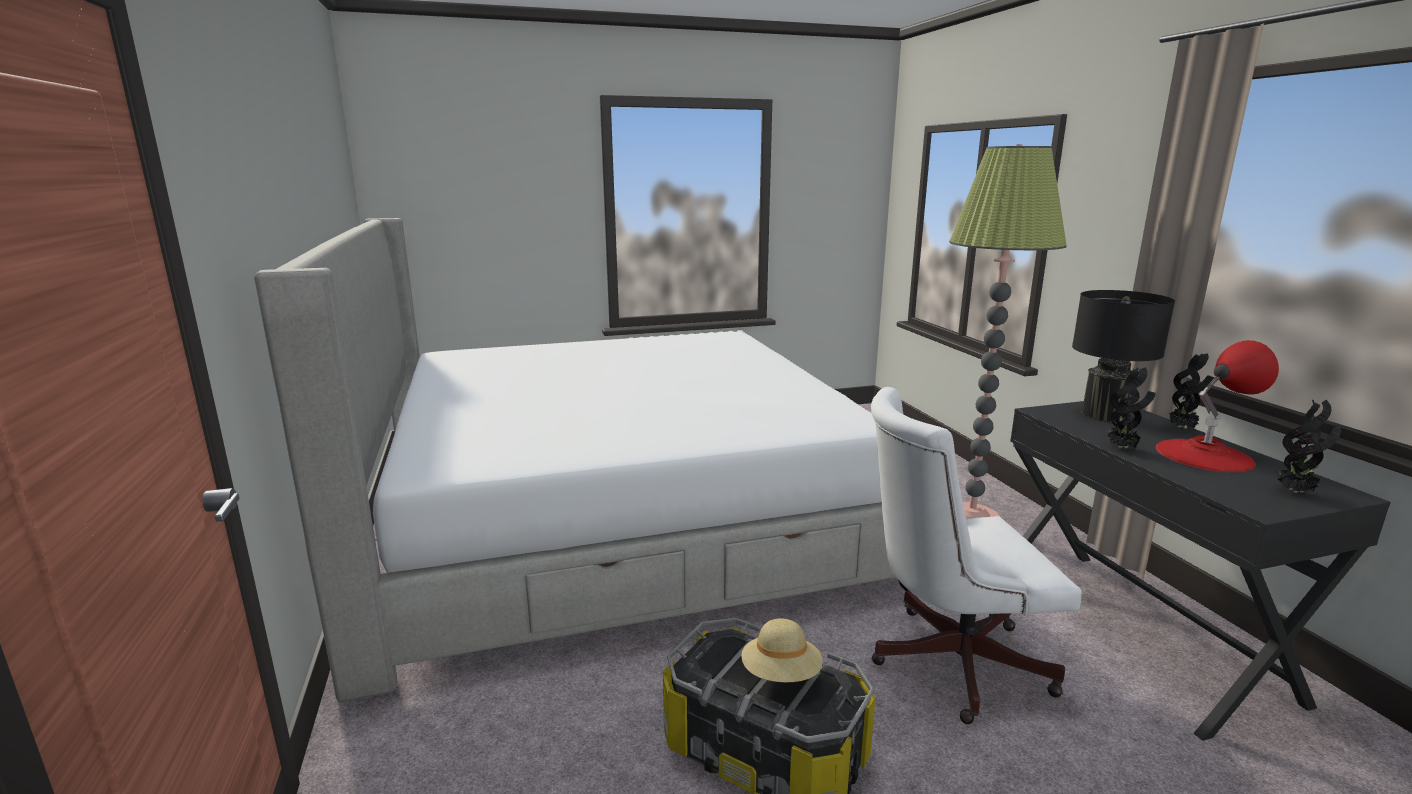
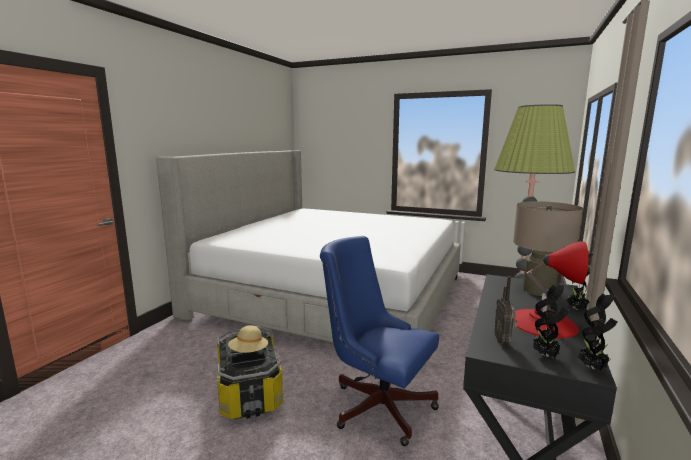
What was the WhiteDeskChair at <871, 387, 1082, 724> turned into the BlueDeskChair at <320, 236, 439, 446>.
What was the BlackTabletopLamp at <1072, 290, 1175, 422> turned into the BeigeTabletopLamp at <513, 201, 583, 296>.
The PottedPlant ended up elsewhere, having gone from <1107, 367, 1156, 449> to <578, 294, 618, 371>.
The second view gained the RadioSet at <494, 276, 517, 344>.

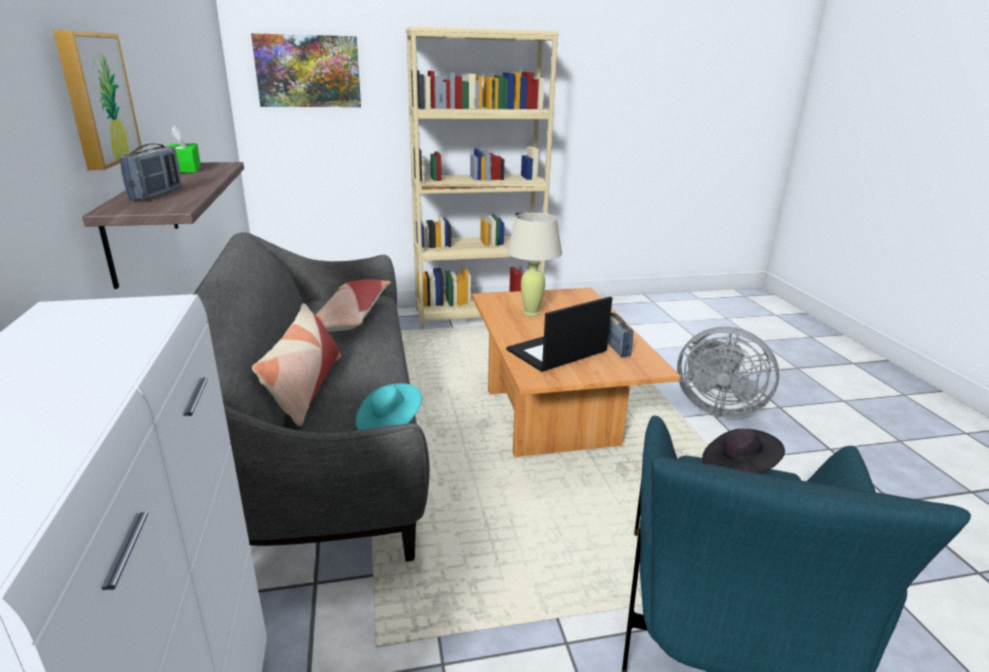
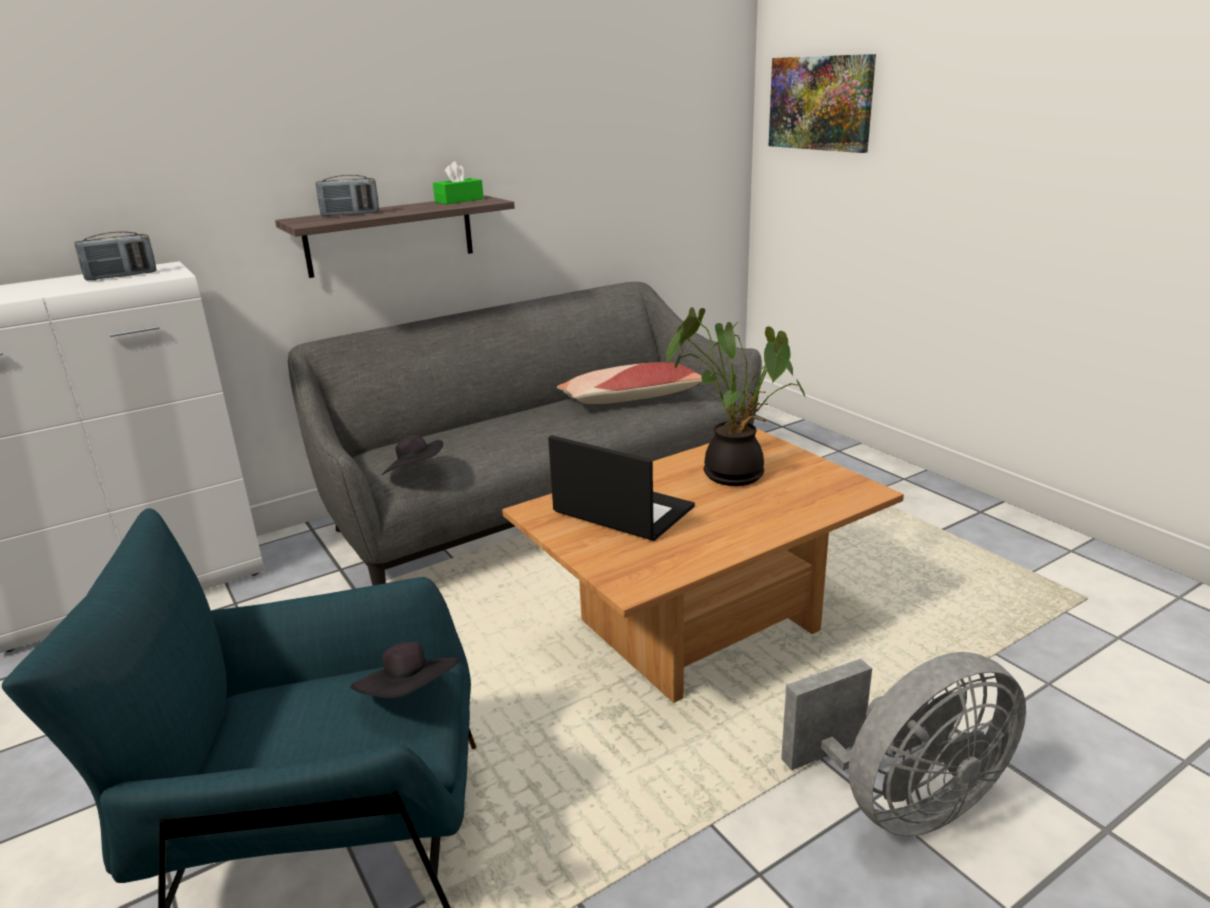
The second view lost the Picture at <53, 30, 142, 170>.
The second view lost the Pillow at <252, 303, 341, 426>.
What was the BlueGreenClothingHat at <356, 383, 422, 430> turned into the BlackClothingHat at <382, 435, 443, 475>.
The second view lost the BeigeShelvingUnit at <406, 26, 559, 328>.
Where the BeigeTabletopLamp stood at <507, 213, 562, 316>, the PottedPlant came to stand at <667, 307, 806, 486>.
The RadioSet ended up elsewhere, having gone from <608, 312, 634, 357> to <74, 232, 156, 281>.
The GreyishCoolingFan at <677, 327, 779, 418> ended up facing another way, 120 degrees counterclockwise from before.

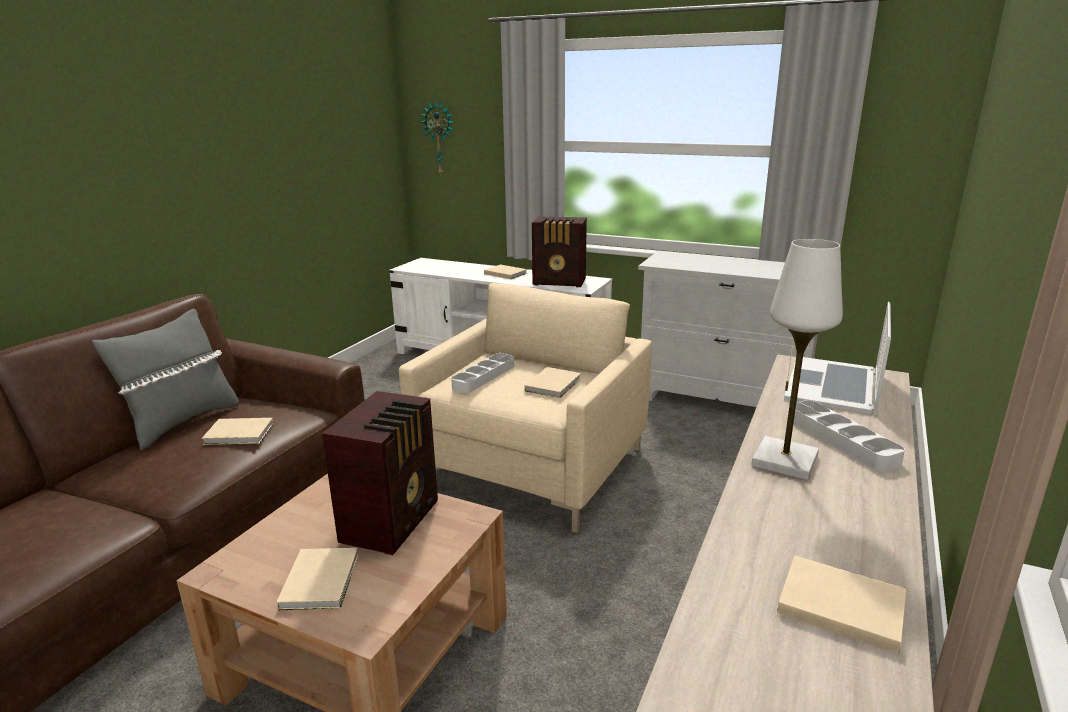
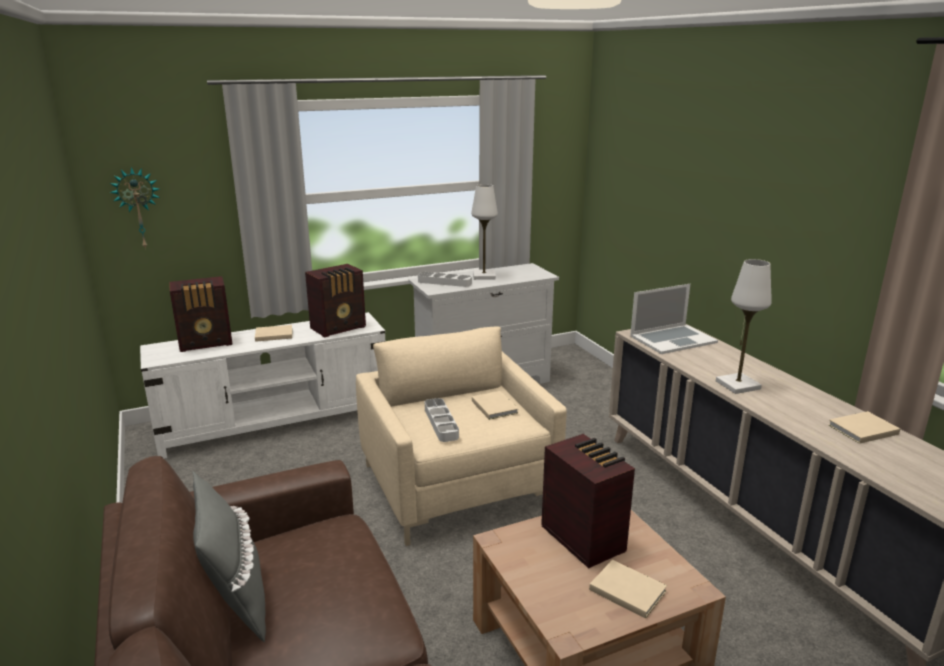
The second view lost the BeigeBook at <202, 418, 274, 445>.
The NotebookComputer at <784, 302, 891, 415> ended up facing another way, 90 degrees counterclockwise from before.
The GreyishCarryingTray ended up elsewhere, having gone from <793, 400, 905, 471> to <418, 272, 472, 287>.
The second view gained the RadioSet at <169, 276, 232, 352>.
The second view gained the WhiteTabletopLamp at <471, 184, 498, 280>.

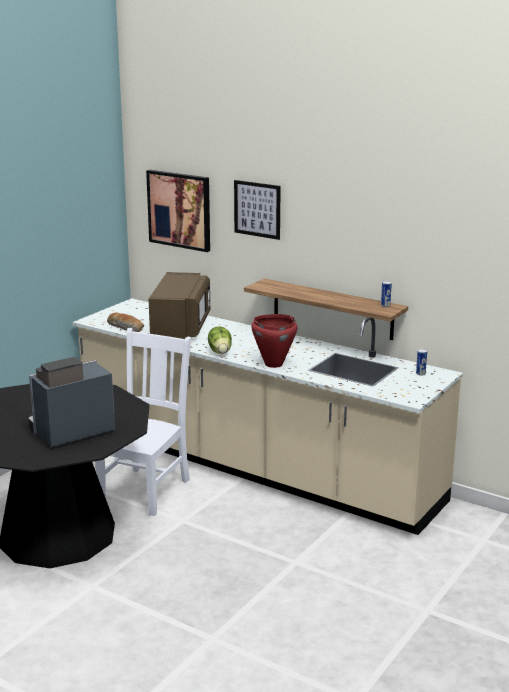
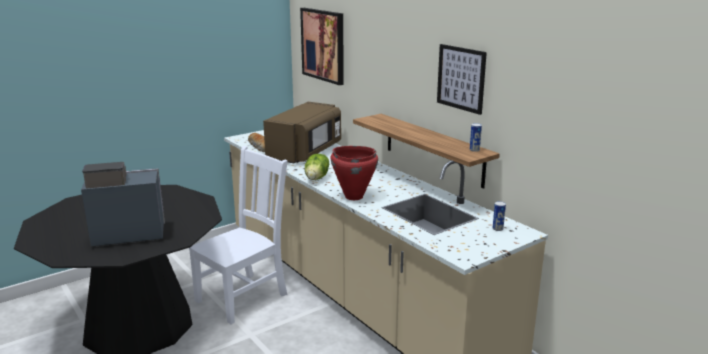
The Picture ended up elsewhere, having gone from <234, 180, 281, 240> to <437, 44, 487, 115>.

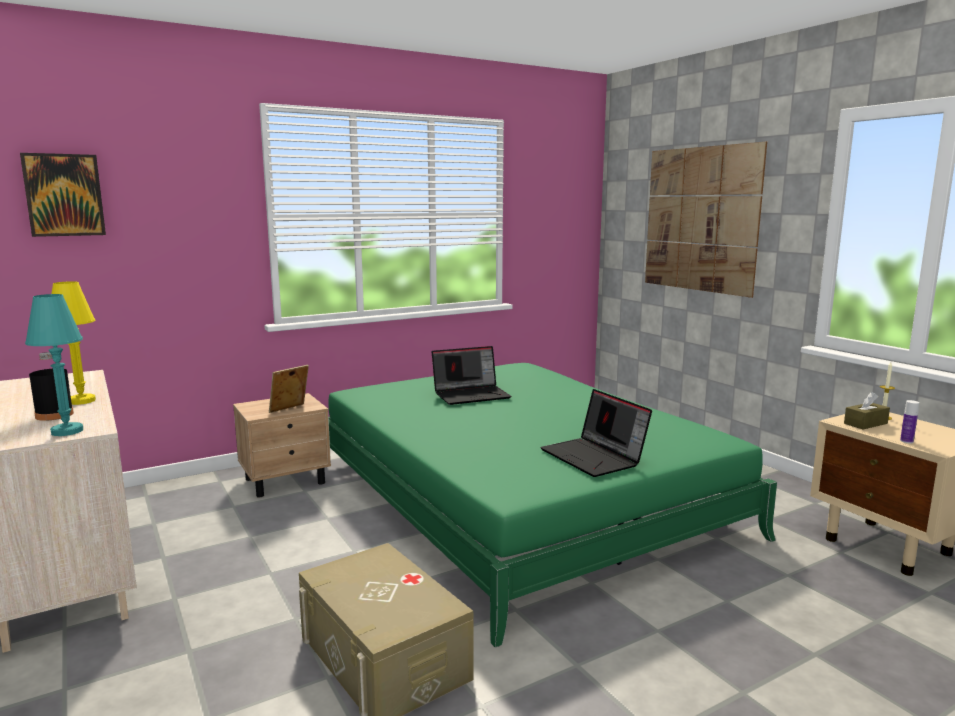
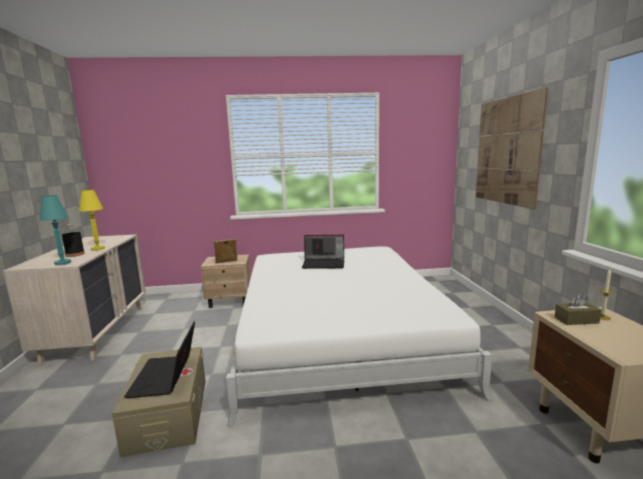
The second view lost the Picture at <20, 153, 106, 237>.
What was the GreenishBedroomBed at <328, 363, 777, 648> turned into the WhiteBedroomBed at <226, 247, 492, 427>.
The NotebookComputer ended up elsewhere, having gone from <540, 389, 652, 477> to <124, 321, 195, 398>.
The second view lost the DrinkBottle at <900, 400, 919, 443>.

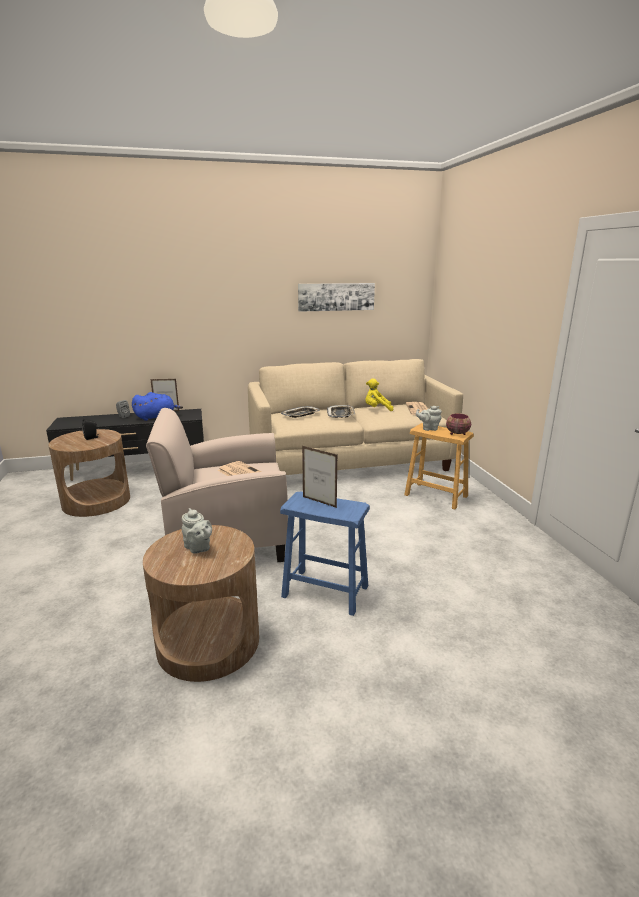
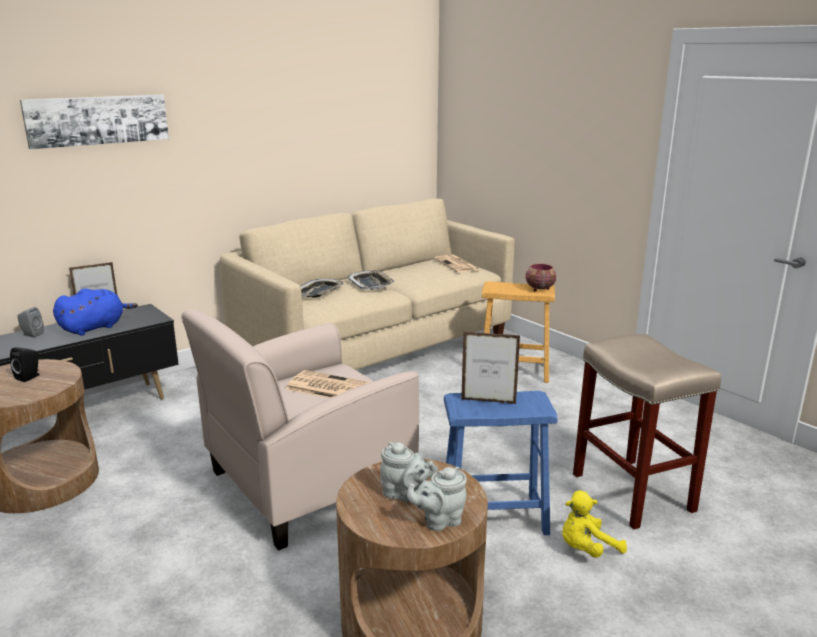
The Picture ended up elsewhere, having gone from <298, 283, 375, 312> to <20, 95, 169, 149>.
The YellowishCuddlyToy ended up elsewhere, having gone from <365, 378, 393, 411> to <562, 490, 627, 558>.
The GreyishPotForTea ended up elsewhere, having gone from <416, 406, 442, 431> to <407, 467, 467, 531>.
The second view gained the BeigeStoolSeat at <573, 334, 721, 530>.

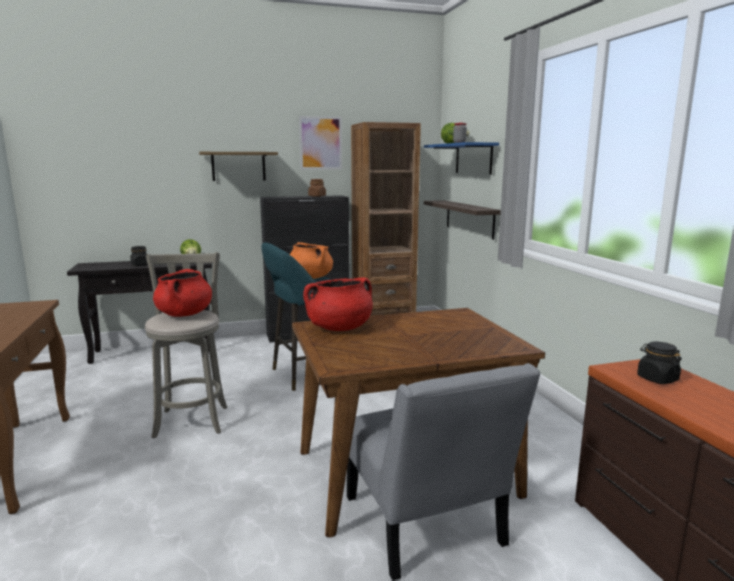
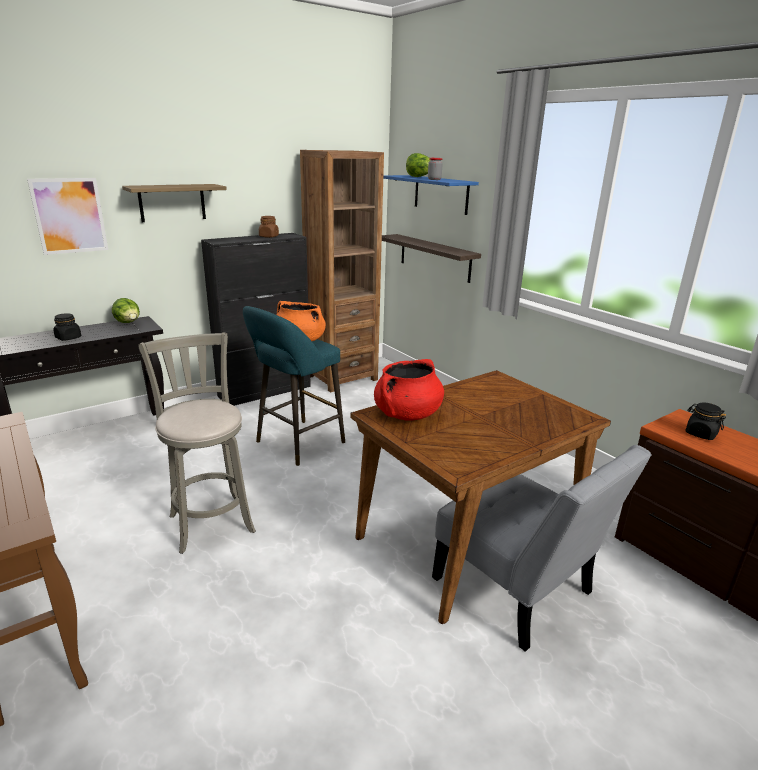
The second view lost the RedCookingPot at <153, 269, 212, 317>.
The Picture ended up elsewhere, having gone from <299, 116, 342, 170> to <27, 178, 108, 255>.

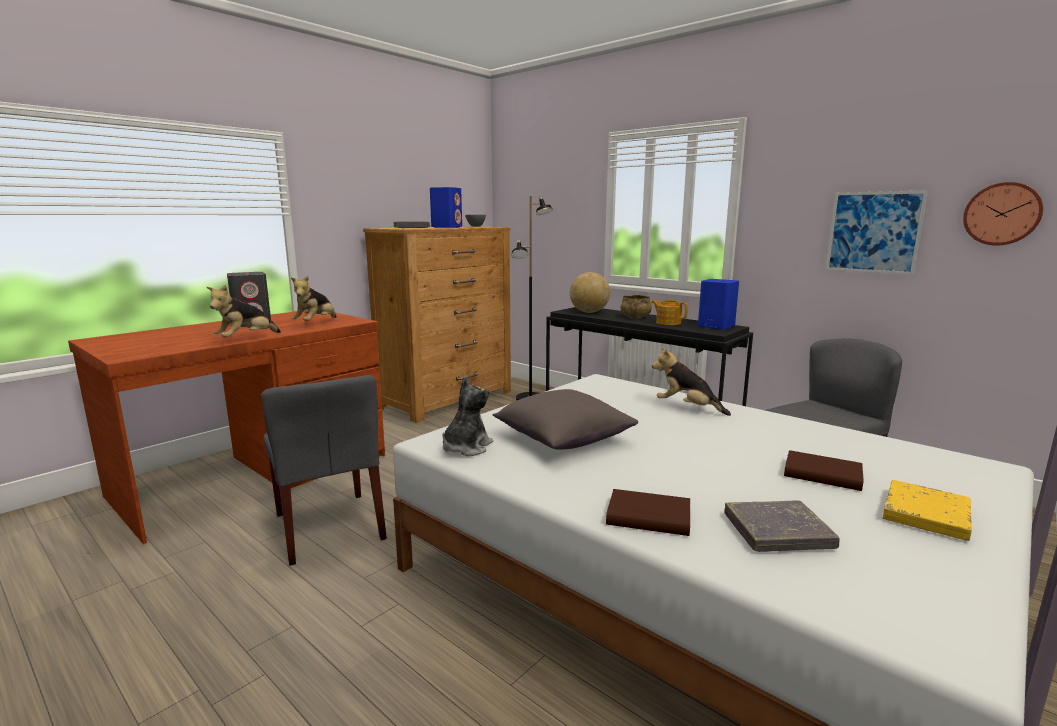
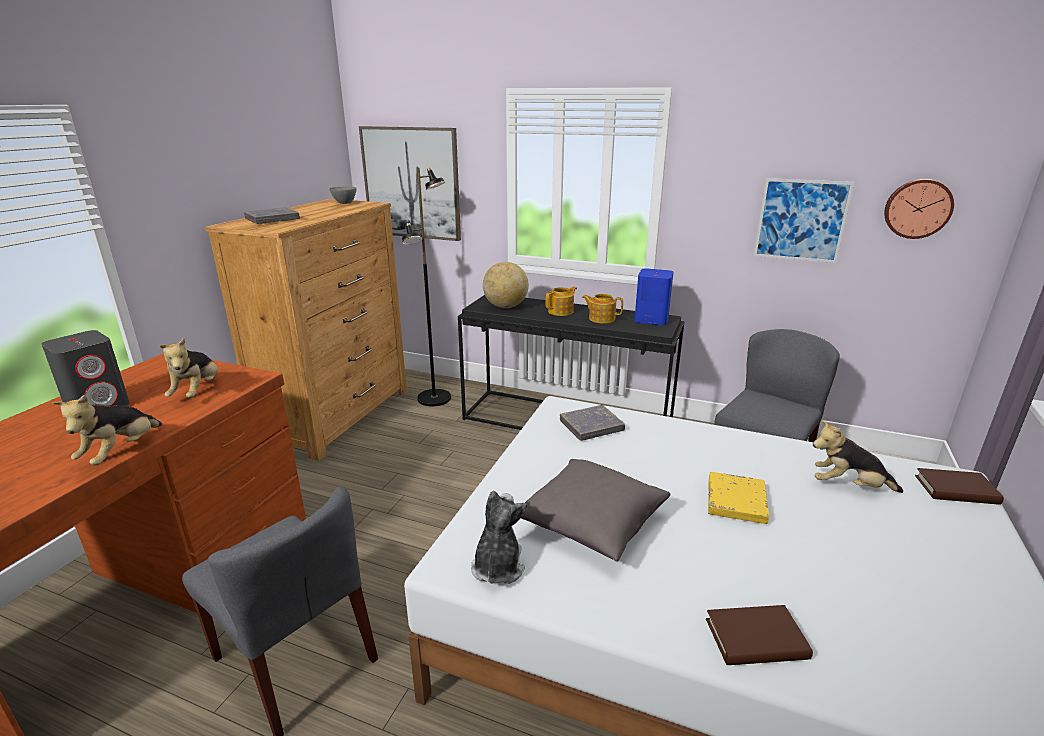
The second view lost the BlueSpeaker at <430, 187, 462, 228>.
Where the BeigeServingBowl stood at <621, 295, 652, 319>, the PotForTea came to stand at <546, 286, 577, 316>.
The CuddlyToy ended up elsewhere, having gone from <652, 347, 731, 416> to <813, 420, 903, 493>.
The GreyishBook ended up elsewhere, having gone from <724, 500, 840, 552> to <560, 405, 625, 441>.
The BrownColouredBook ended up elsewhere, having gone from <784, 450, 864, 491> to <915, 468, 1004, 505>.
The YellowishBook ended up elsewhere, having gone from <883, 480, 972, 541> to <708, 472, 769, 524>.
The second view gained the Picture at <359, 126, 461, 241>.

